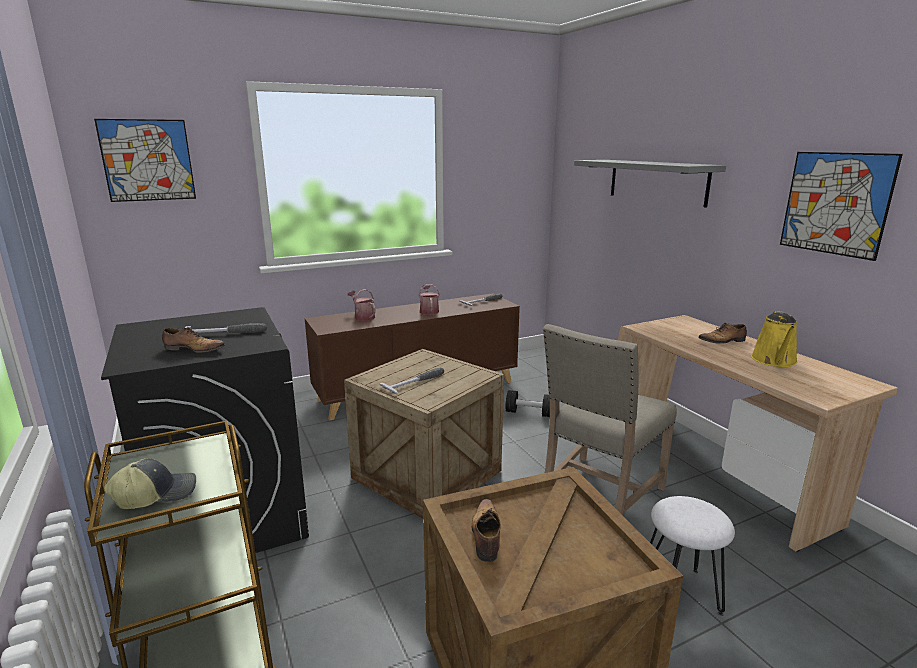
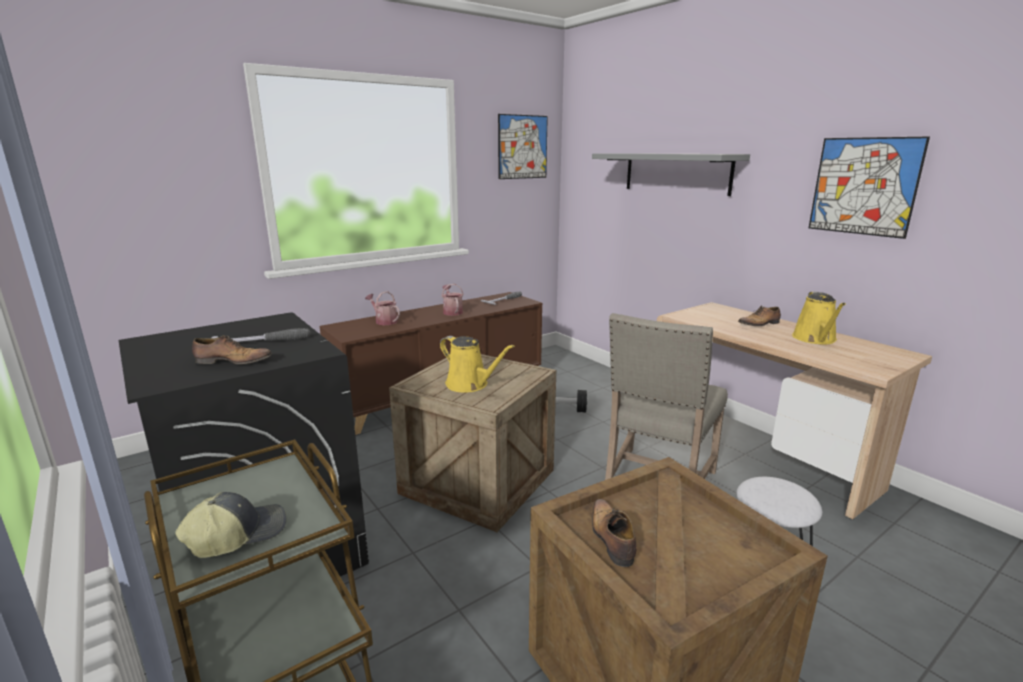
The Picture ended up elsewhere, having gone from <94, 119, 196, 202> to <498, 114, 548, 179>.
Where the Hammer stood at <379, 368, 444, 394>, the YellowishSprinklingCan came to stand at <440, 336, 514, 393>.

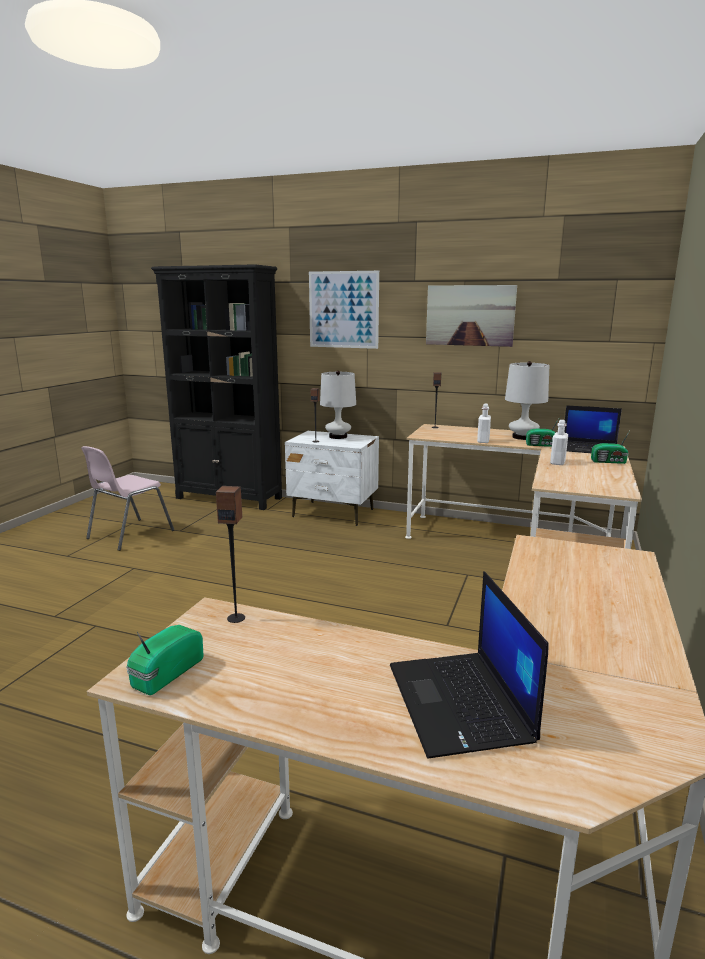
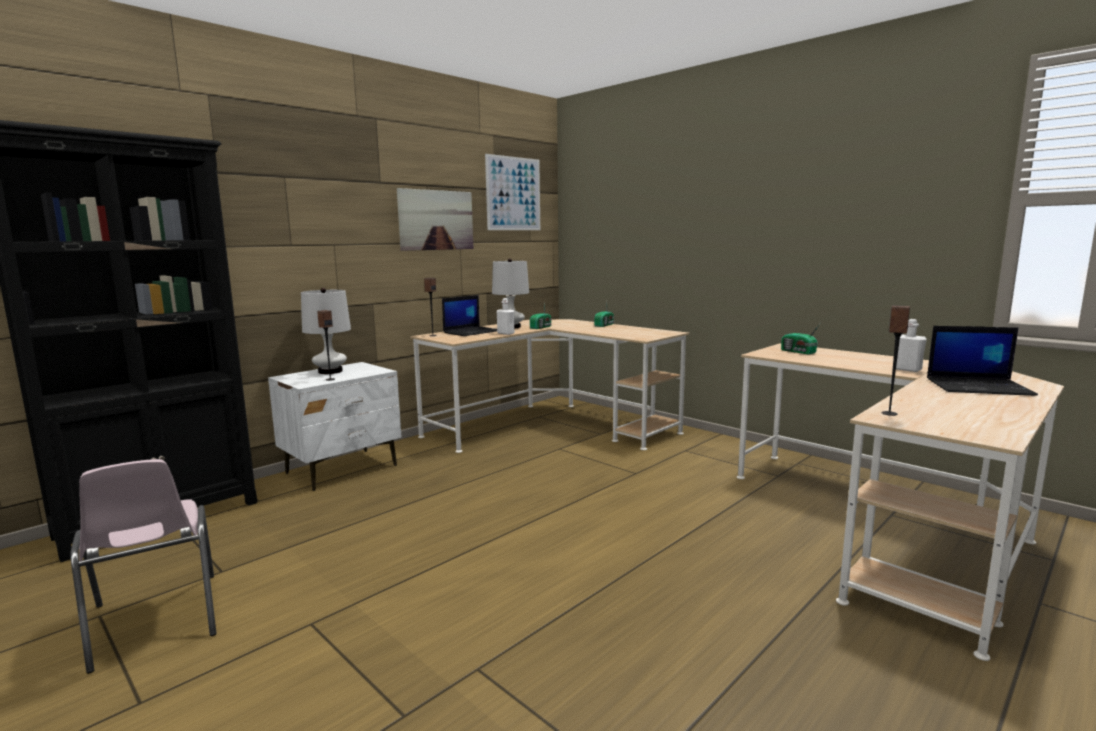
The RadioSet ended up elsewhere, having gone from <126, 625, 203, 695> to <781, 321, 822, 355>.
The Picture ended up elsewhere, having gone from <309, 271, 379, 349> to <485, 154, 540, 230>.
The WhiteDrinkBottle ended up elsewhere, having gone from <550, 420, 568, 465> to <896, 319, 927, 372>.
The NotebookComputer ended up elsewhere, having gone from <564, 405, 622, 453> to <442, 295, 497, 336>.

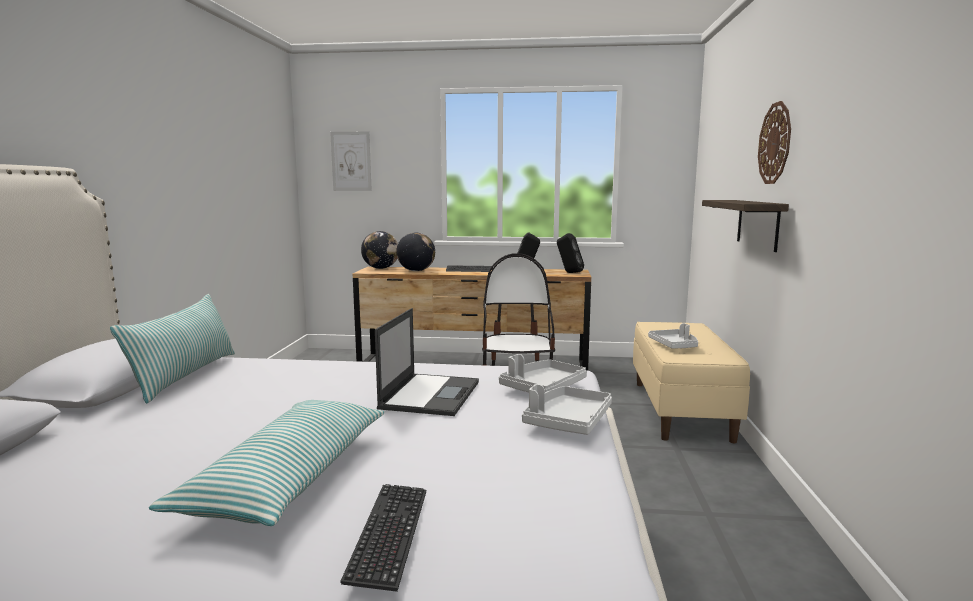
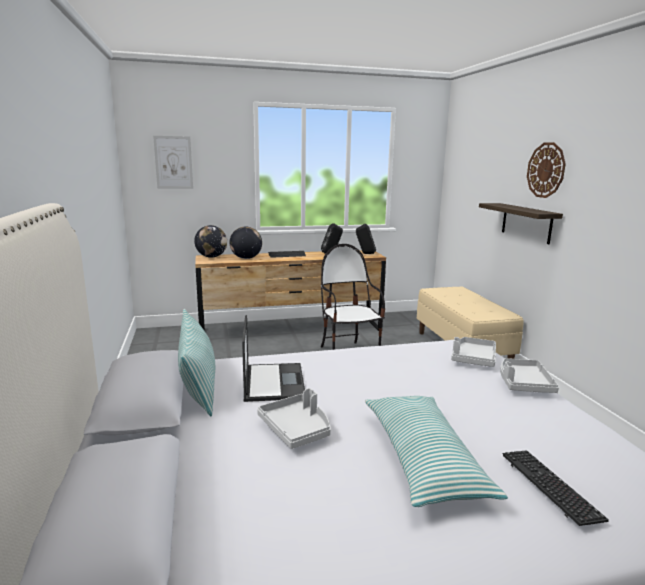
The NotebookComputer ended up elsewhere, having gone from <375, 308, 479, 416> to <242, 315, 305, 402>.
The GreyishCarryingTray ended up elsewhere, having gone from <648, 323, 698, 349> to <257, 388, 331, 449>.

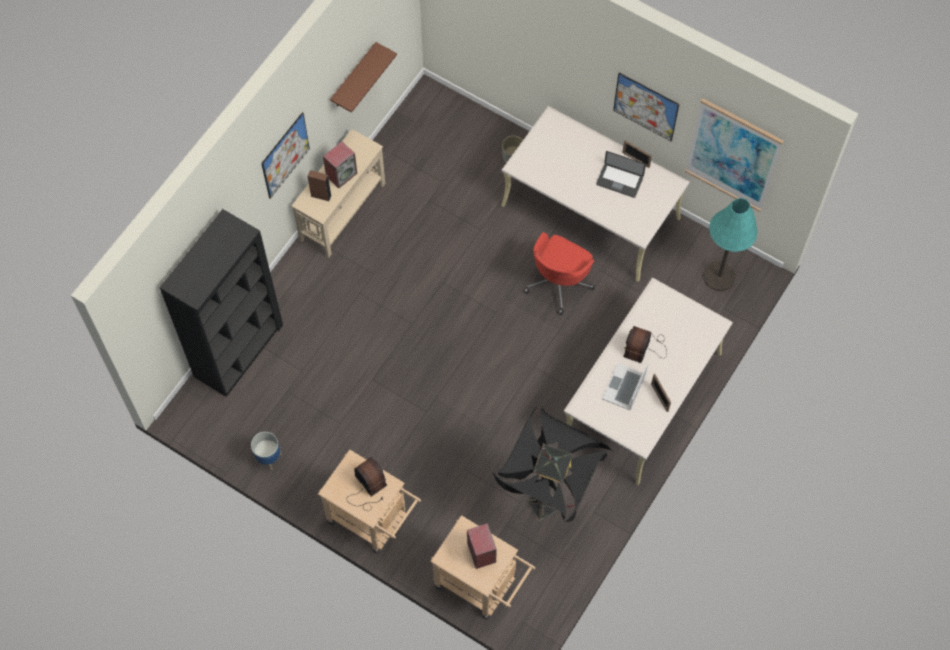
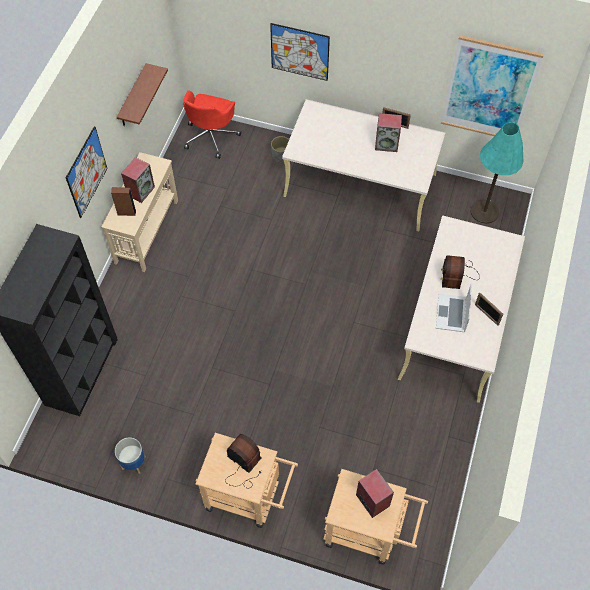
The second view lost the BlackStandingLamp at <493, 404, 612, 522>.
The RedDeskChair ended up elsewhere, having gone from <523, 232, 595, 315> to <183, 90, 241, 159>.
Where the NotebookComputer stood at <596, 151, 646, 198>, the Speaker came to stand at <375, 113, 402, 152>.
The Picture ended up elsewhere, having gone from <613, 73, 679, 142> to <270, 23, 330, 81>.

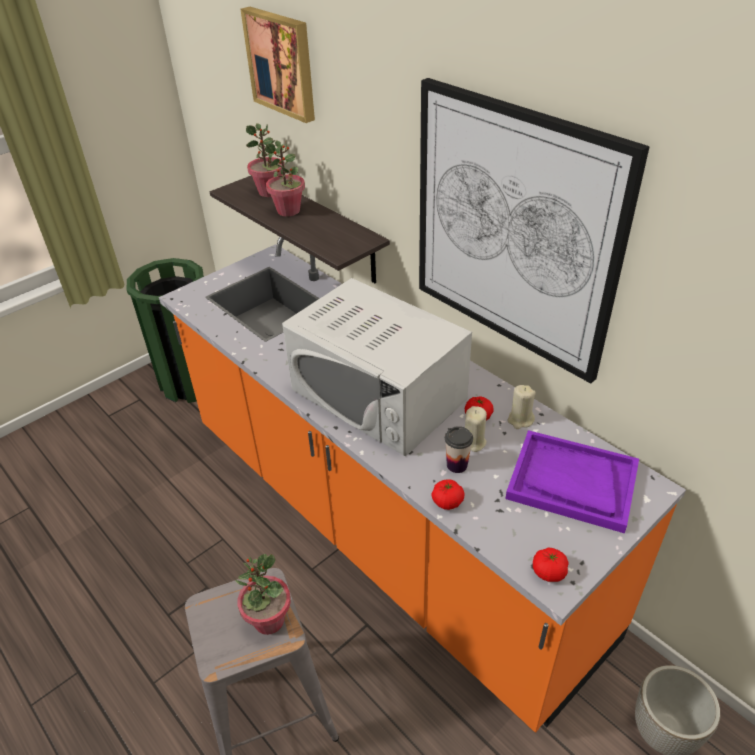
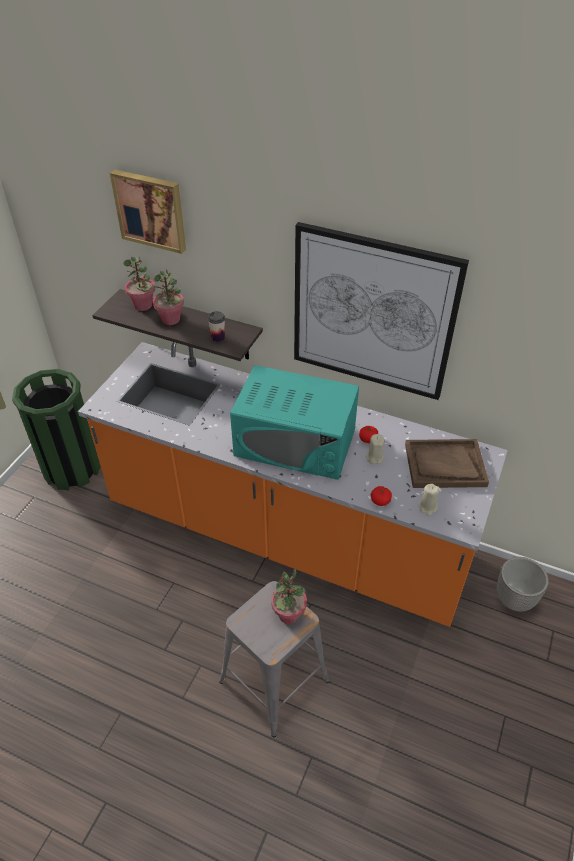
What was the WhiteMicrowaveOven at <282, 278, 472, 456> turned into the BlueGreenMicrowaveOven at <230, 365, 359, 480>.
The DrinkingCup ended up elsewhere, having gone from <445, 426, 473, 473> to <208, 311, 225, 342>.
What was the PurpleColouredCarryingTray at <505, 430, 639, 533> turned into the BrownColouredCarryingTray at <405, 439, 489, 488>.
The BeigeWaxCandle ended up elsewhere, having gone from <508, 385, 536, 429> to <419, 483, 439, 516>.
The second view lost the FreshTomato at <533, 548, 569, 582>.

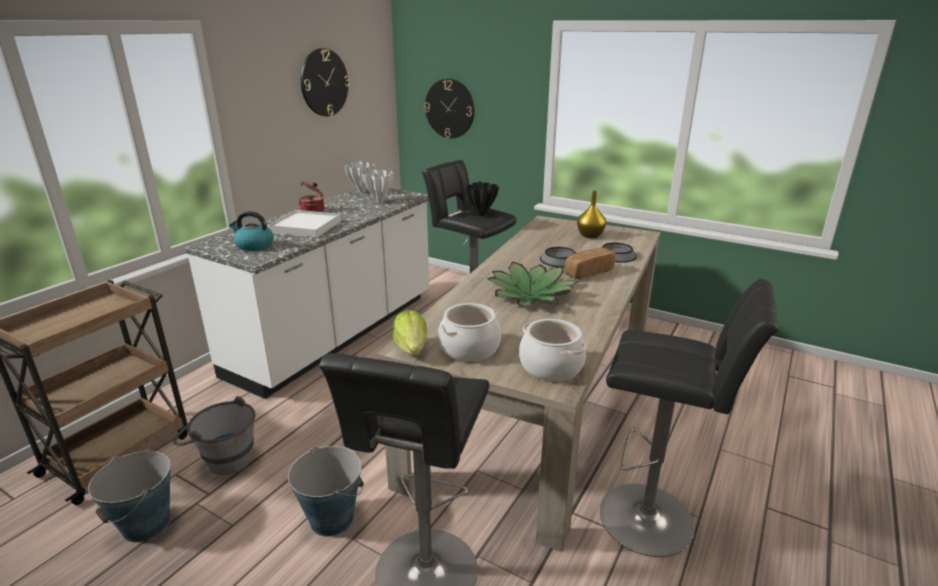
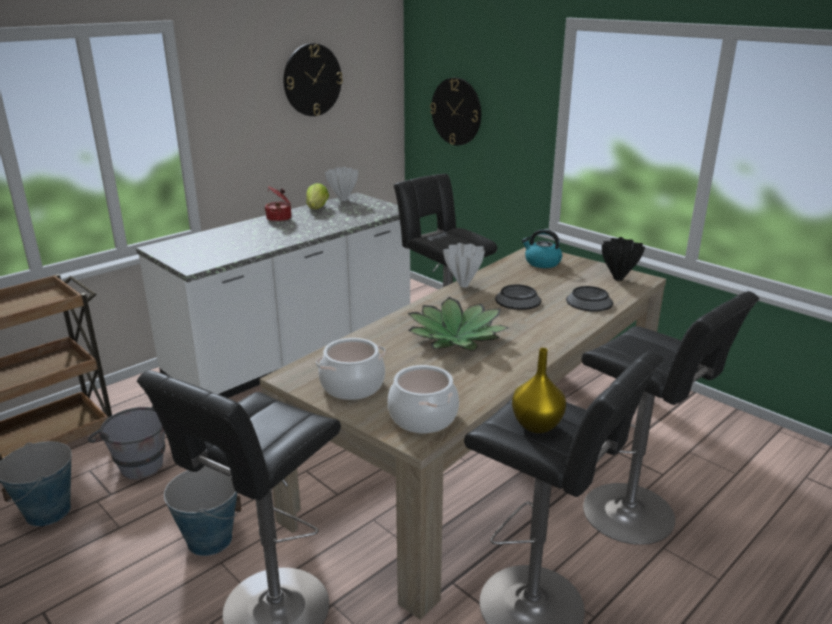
The Kettle ended up elsewhere, having gone from <229, 211, 274, 251> to <521, 229, 562, 268>.
The second view lost the WhiteCarryingTray at <268, 210, 341, 238>.
The WhiteDecorativeVase ended up elsewhere, having gone from <362, 170, 393, 203> to <443, 243, 485, 288>.
The LettuceHead ended up elsewhere, having gone from <393, 310, 427, 355> to <306, 183, 329, 209>.
The BlackDecorativeVase ended up elsewhere, having gone from <466, 181, 499, 216> to <602, 237, 645, 281>.
The second view lost the BakedBread at <564, 248, 616, 279>.
The YellowishDecorativeVase ended up elsewhere, having gone from <577, 191, 606, 238> to <512, 348, 566, 433>.
The second view gained the BlackStoolSeat at <582, 291, 759, 545>.

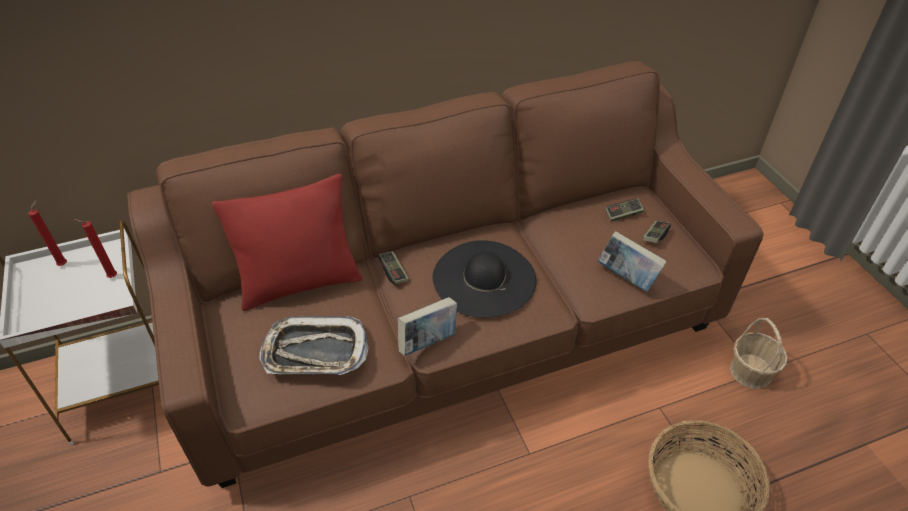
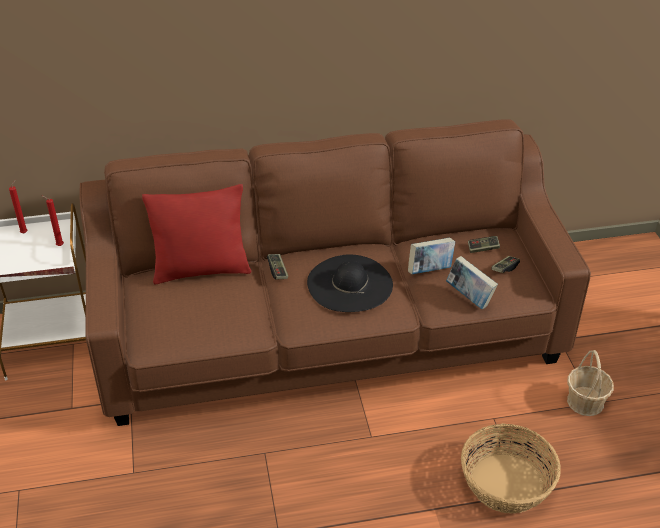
The second view lost the CarryingTray at <259, 316, 369, 375>.
The Book ended up elsewhere, having gone from <398, 297, 457, 356> to <408, 238, 455, 274>.

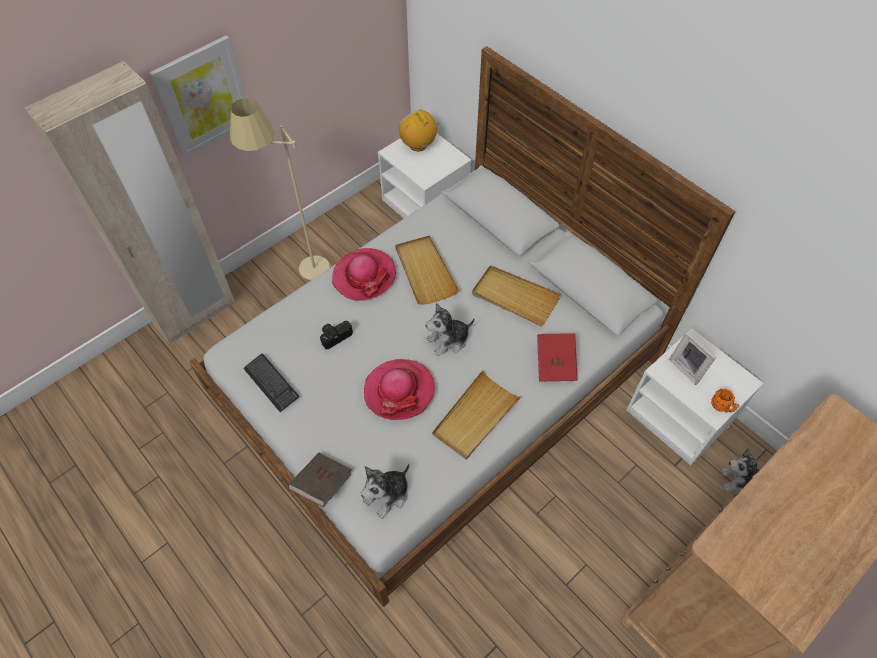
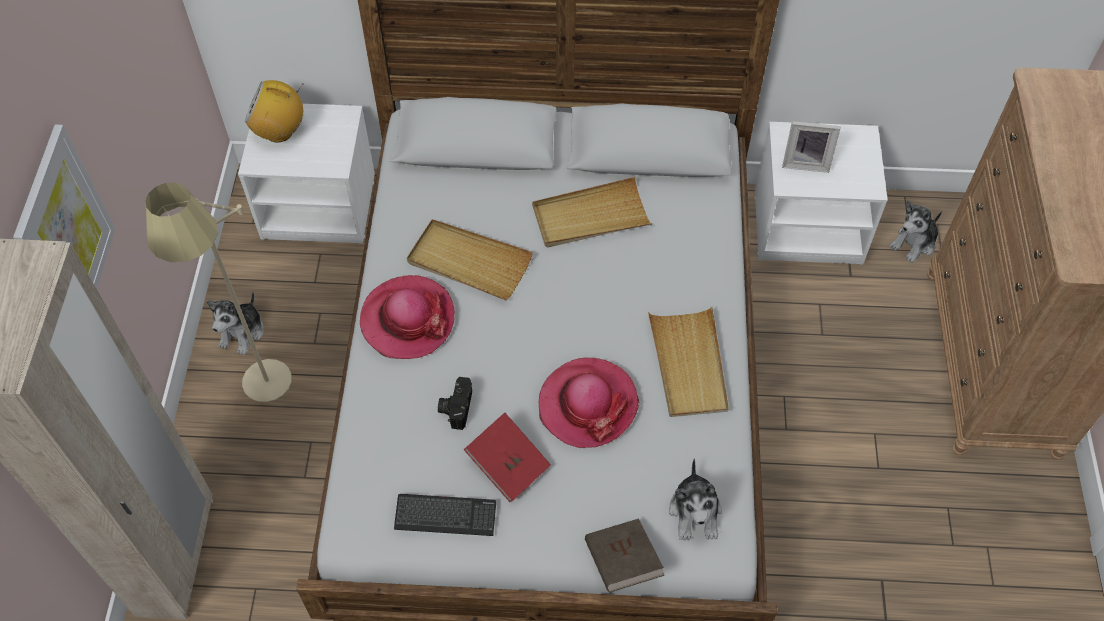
The CuddlyToy ended up elsewhere, having gone from <425, 303, 475, 356> to <206, 291, 264, 355>.
The RedBook ended up elsewhere, having gone from <537, 333, 577, 381> to <464, 413, 551, 502>.
The second view lost the OrangeCoffeeMug at <711, 389, 740, 413>.

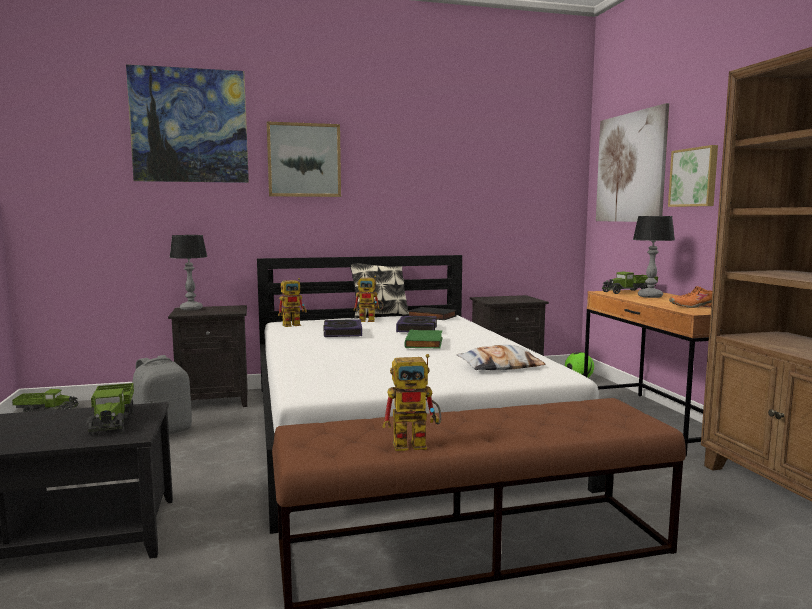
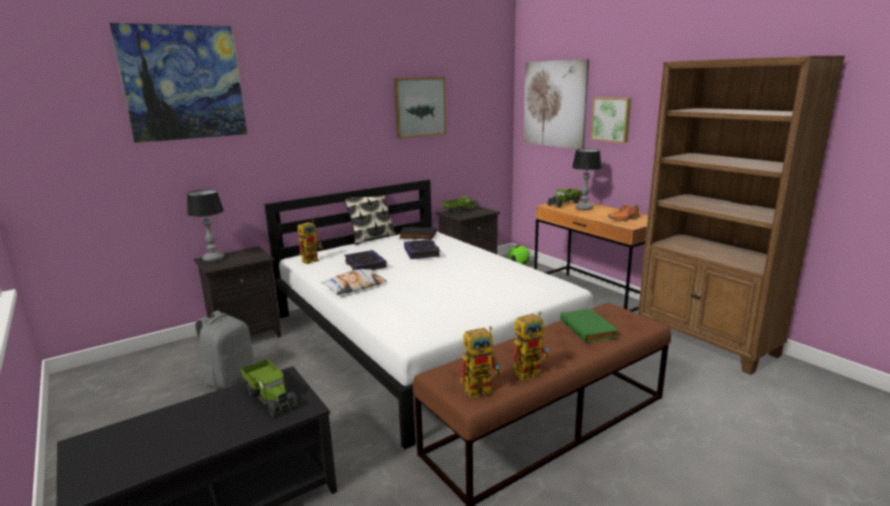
The ModelTruck ended up elsewhere, having gone from <12, 389, 79, 412> to <442, 196, 480, 214>.
The Picture ended up elsewhere, having gone from <267, 122, 341, 197> to <394, 77, 446, 139>.
The ToyRobot ended up elsewhere, having gone from <353, 276, 384, 322> to <460, 326, 501, 399>.
The GreenishBook ended up elsewhere, having gone from <404, 329, 443, 348> to <560, 309, 618, 343>.
The Pillow ended up elsewhere, having gone from <456, 345, 546, 370> to <321, 269, 387, 295>.

